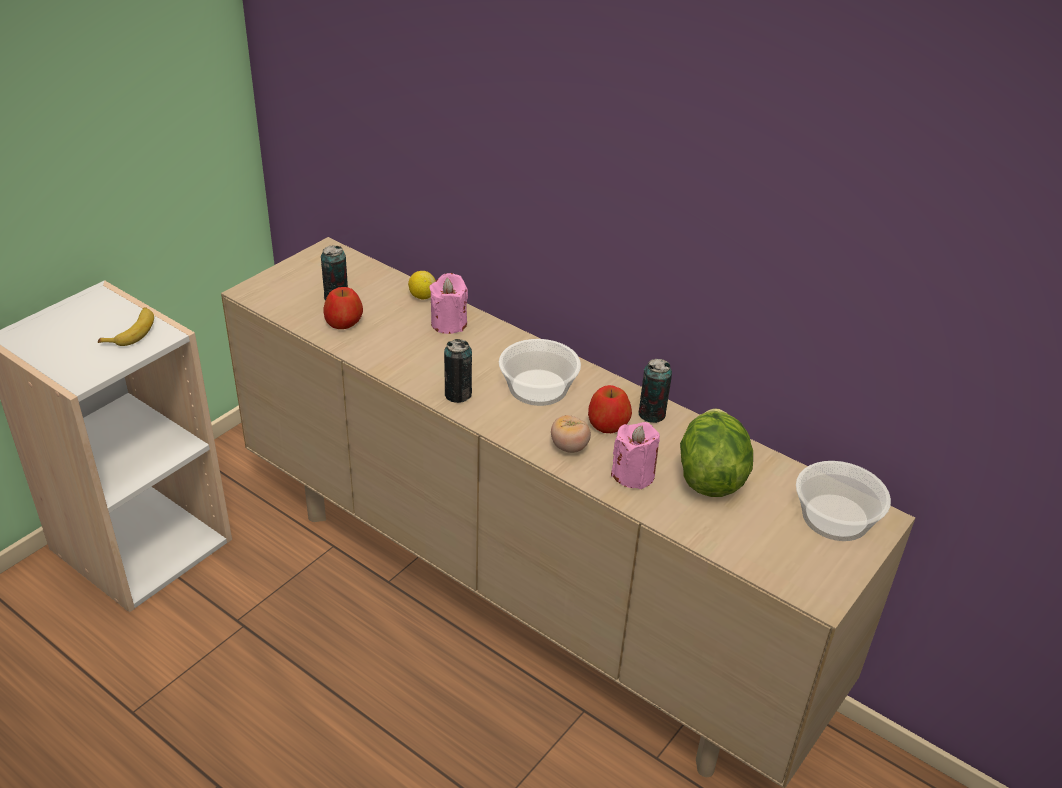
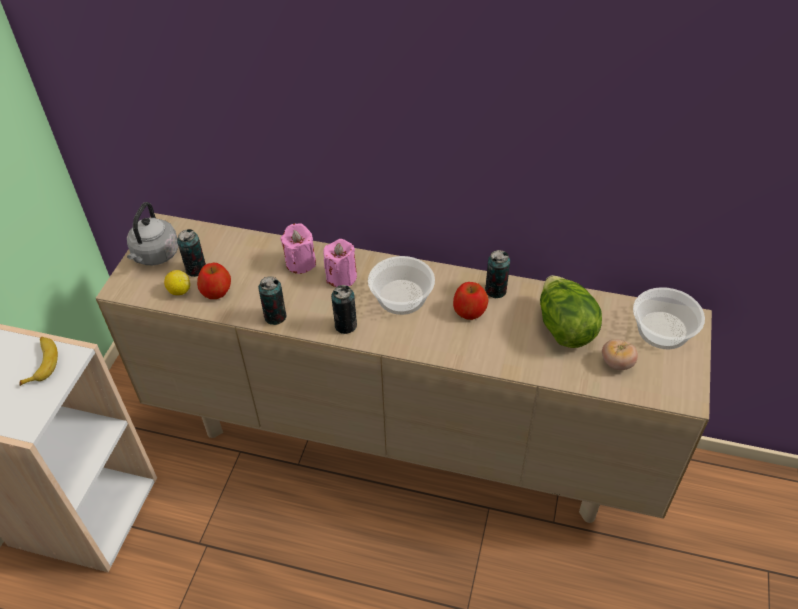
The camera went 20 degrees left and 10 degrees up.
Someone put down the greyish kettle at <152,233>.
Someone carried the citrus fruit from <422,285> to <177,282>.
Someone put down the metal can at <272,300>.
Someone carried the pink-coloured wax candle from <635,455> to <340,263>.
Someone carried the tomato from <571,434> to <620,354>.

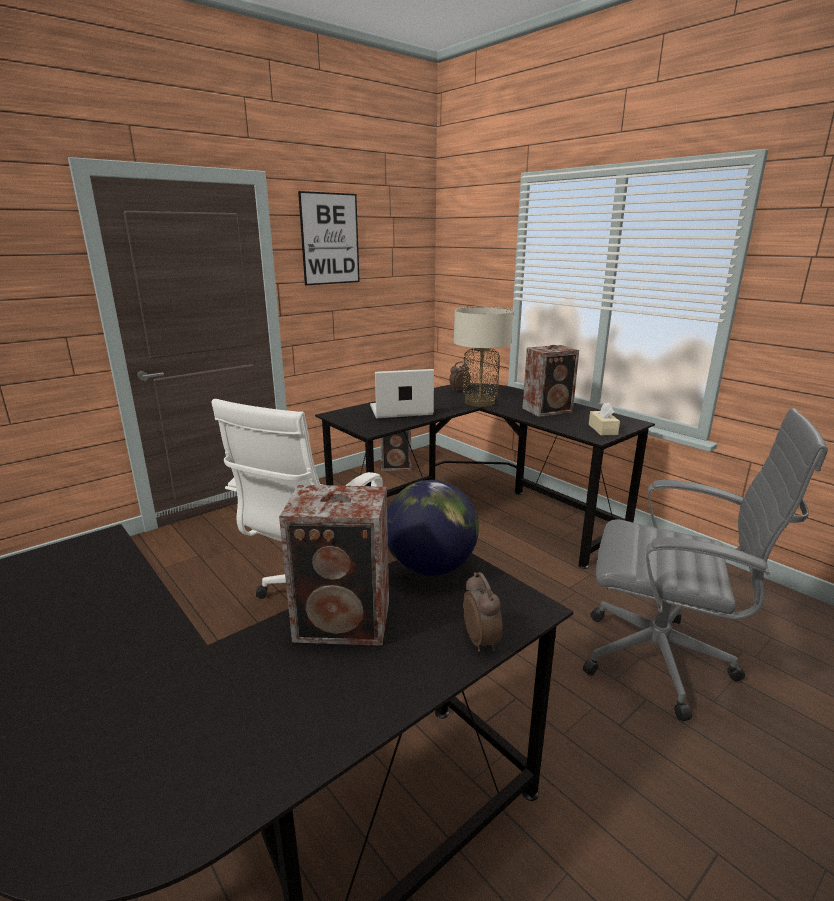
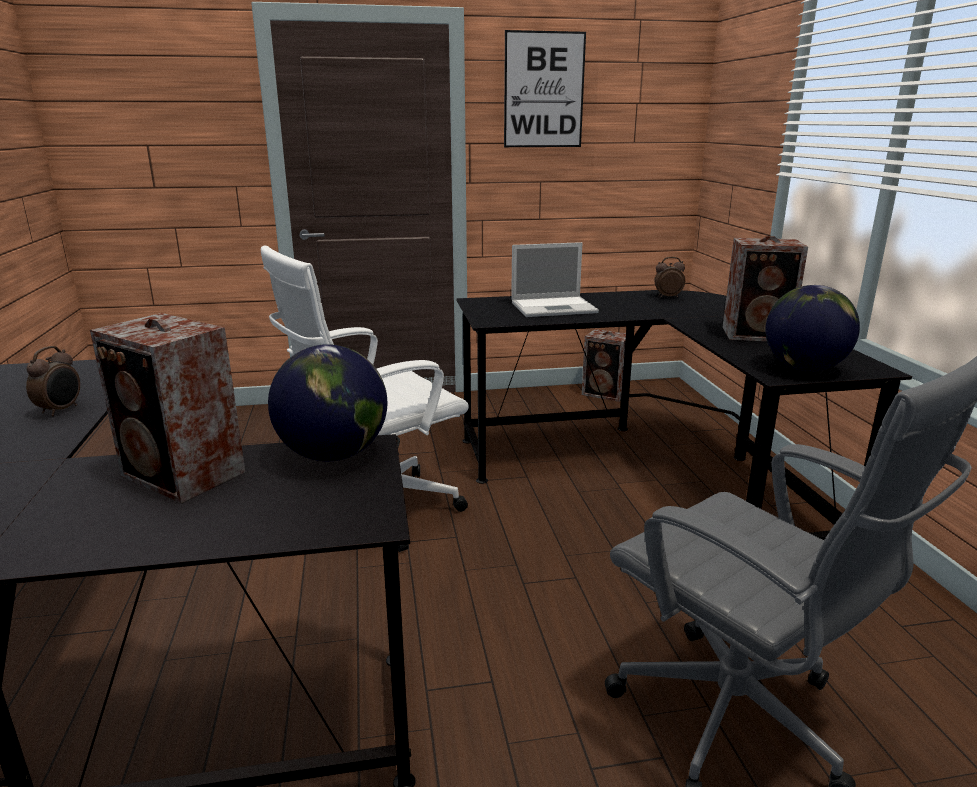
The camera went 30 degrees right and 0 degrees up.
Someone carried the table clock from <483,612> to <53,381>.
Someone rotated the laptop at <402,393> by 150 degrees clockwise.
Someone swapped the sand-coloured tissue box at <604,418> for the desk globe at <812,328>.
Someone took away the tabletop lamp at <483,357>.

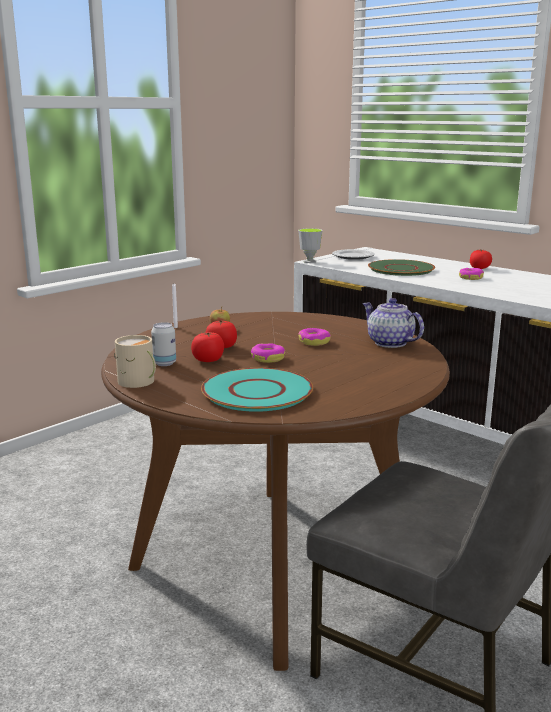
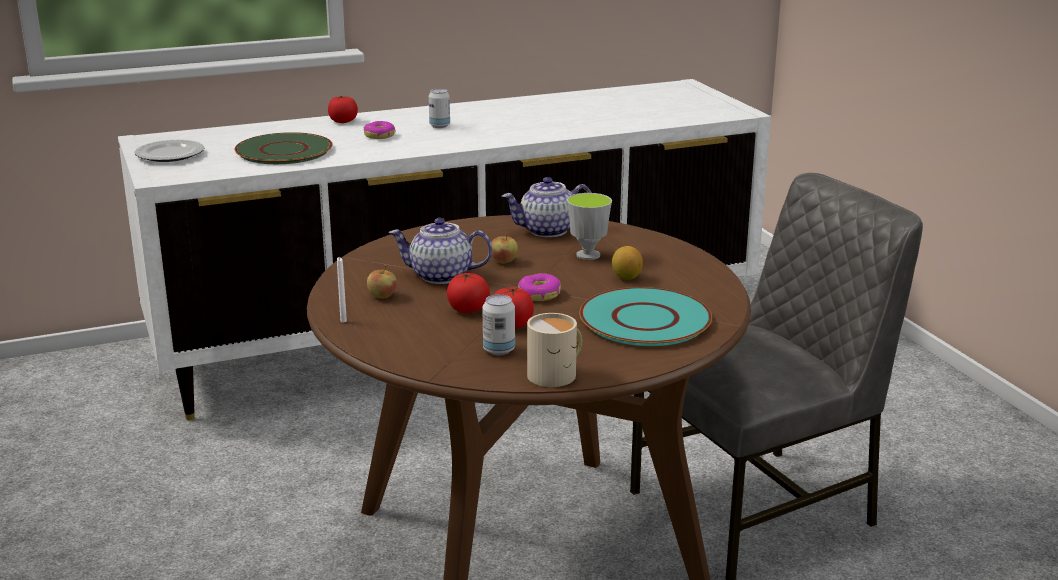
The camera went 65 degrees left and 5 degrees up.
Someone put down the pot for tea at <440,251>.
Someone put down the metal can at <439,108>.
Someone swapped the ring doughnut at <314,337> for the whole apple at <504,248>.
Someone carried the cup from <310,245> to <589,226>.
Someone put down the citrus fruit at <627,263>.

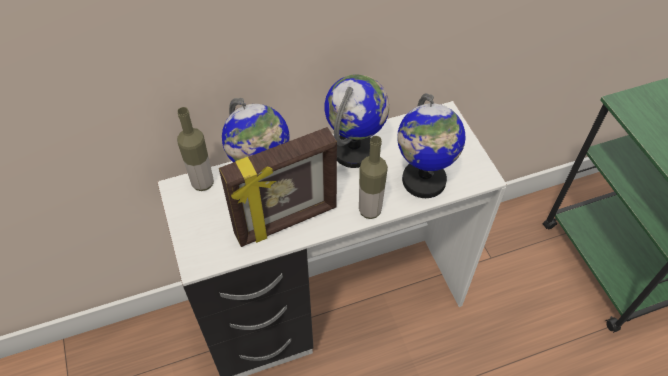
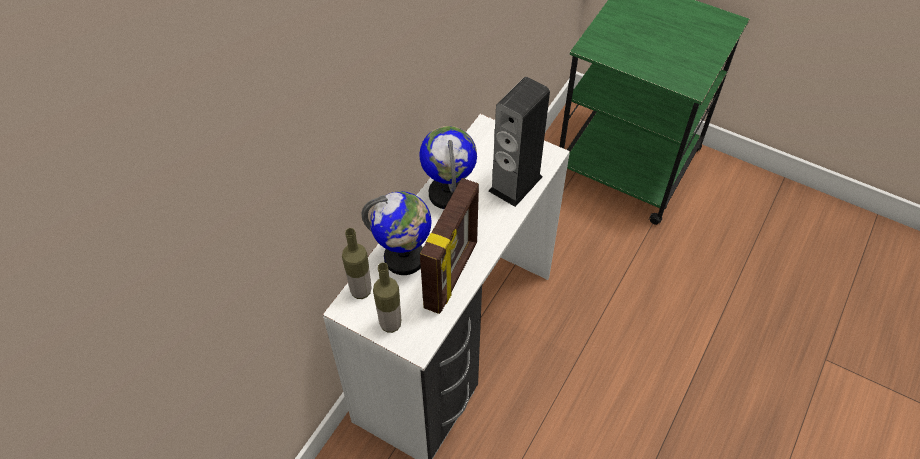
The camera went 40 degrees left and 0 degrees up.
Someone carried the beverage bottle from <373,177> to <387,298>.
Someone swapped the desk globe at <431,145> for the loudspeaker at <519,142>.

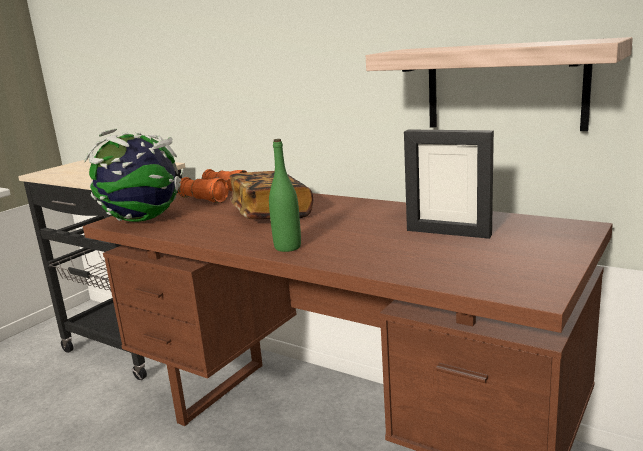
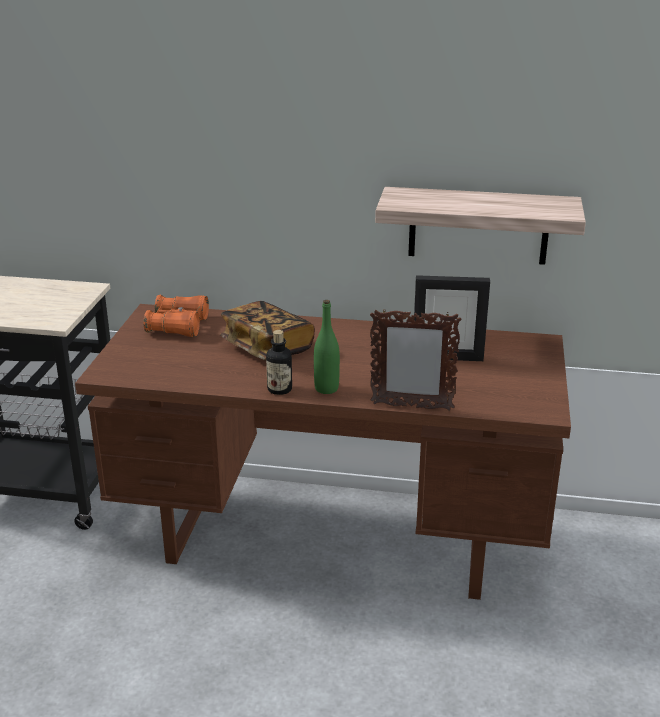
The camera went 25 degrees left and 10 degrees up.
Someone put down the beverage bottle at <279,362>.
Someone put down the standing frame at <415,360>.
Someone took away the desk globe at <133,175>.

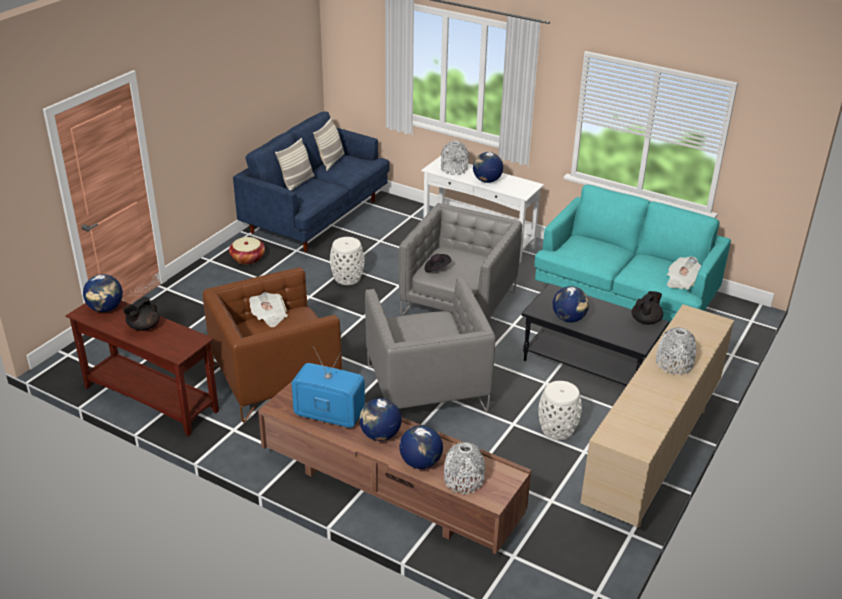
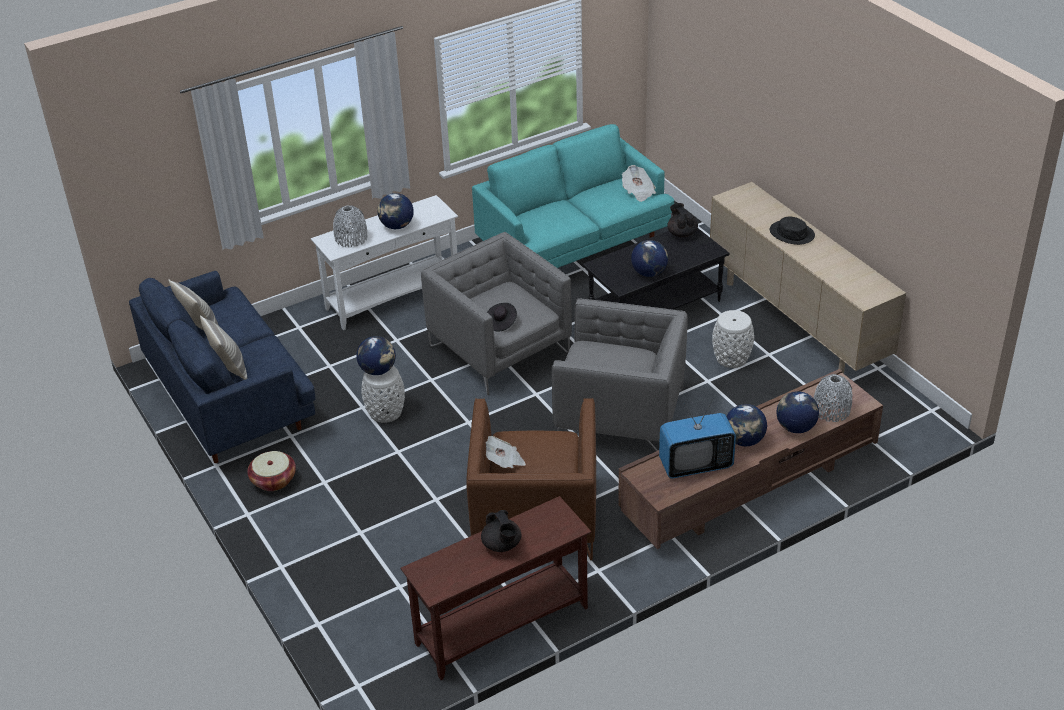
The camera went 60 degrees left and 5 degrees up.
Someone carried the desk globe from <103,293> to <376,355>.
Someone rotated the TV at <328,387> by 150 degrees counterclockwise.
Someone swapped the greyish vase at <676,351> for the black-coloured wearable hat at <792,231>.

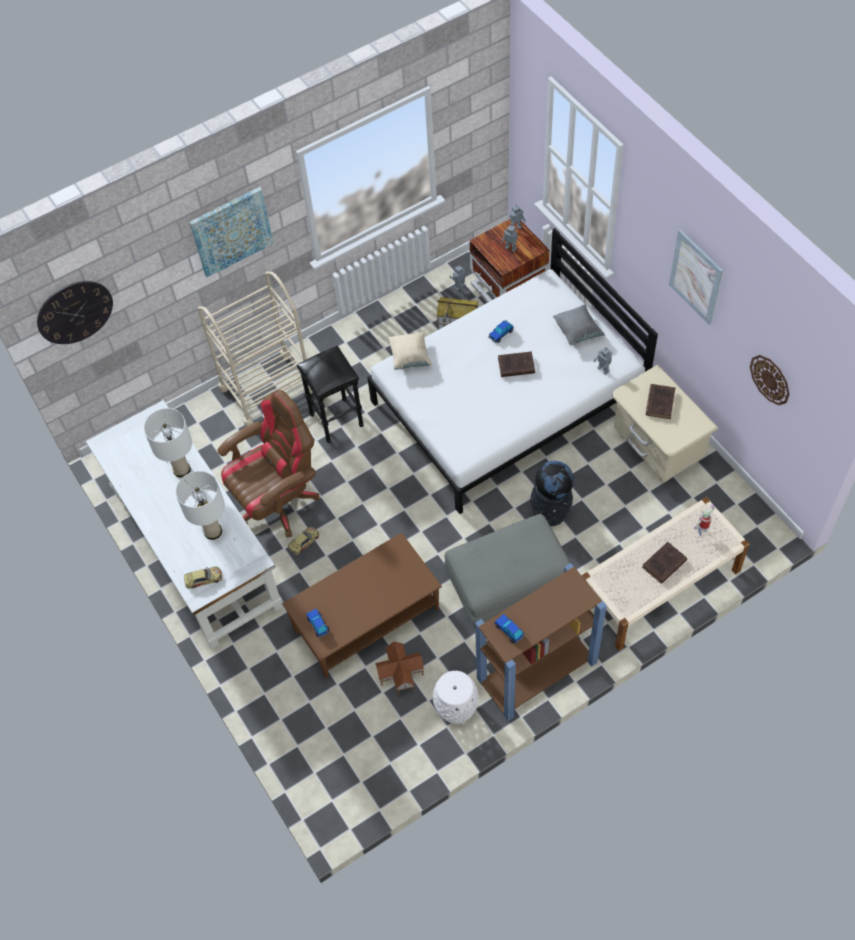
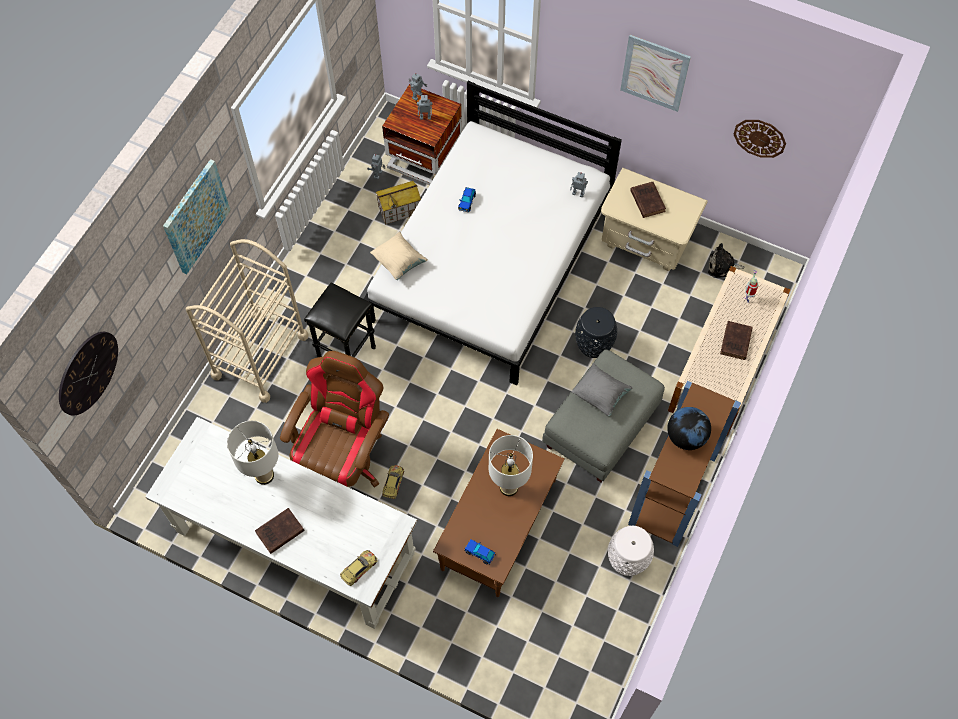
The camera went 35 degrees left and 5 degrees up.
Someone carried the brown book from <516,364> to <280,531>.
Someone carried the whitish tabletop lamp from <200,505> to <511,465>.
Someone carried the greyish cushion from <579,324> to <602,389>.
Someone carried the desk globe from <554,480> to <689,428>.
Someone put down the plush toy at <726,260>.
Someone took away the toy house at <399,668>.
Someone took away the toy car at <509,629>.

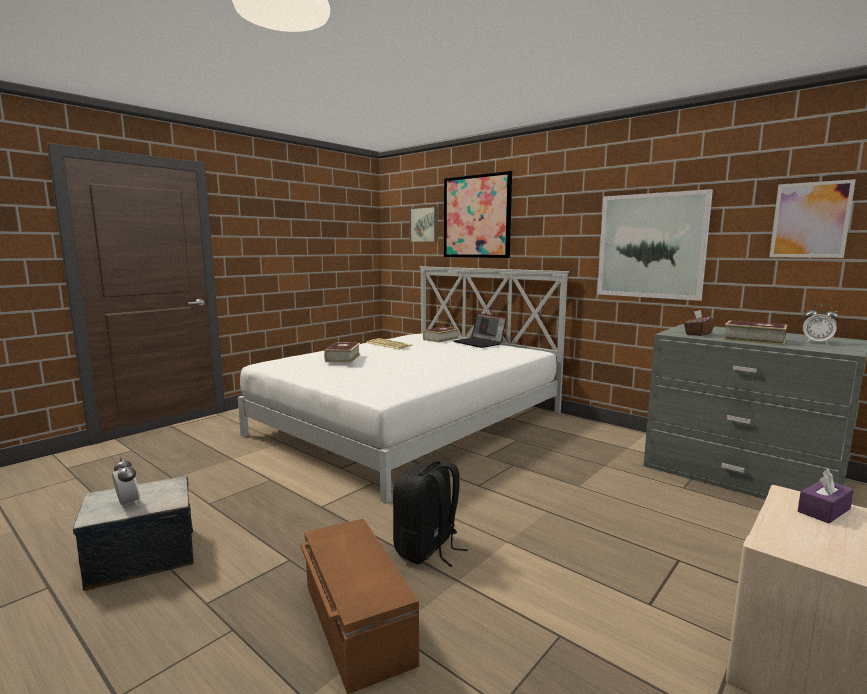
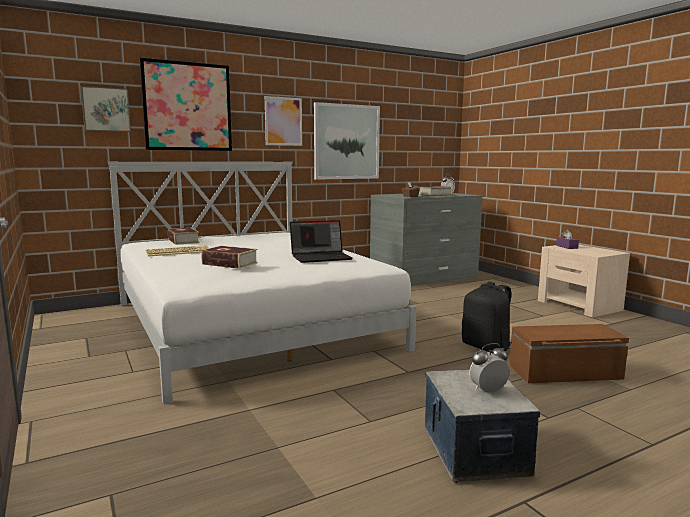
The camera went 70 degrees left and 0 degrees up.
Someone carried the picture from <812,218> to <283,121>.
Someone carried the laptop from <479,330> to <321,241>.

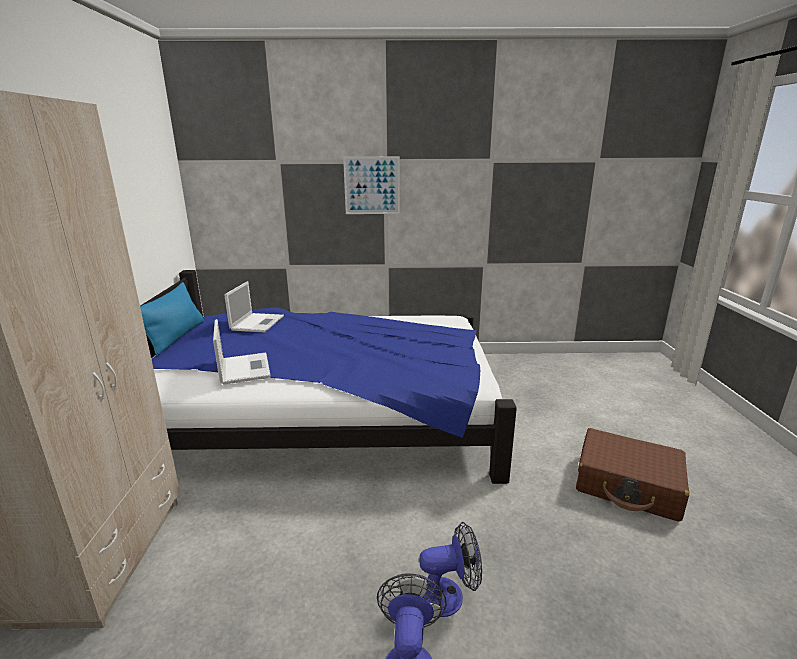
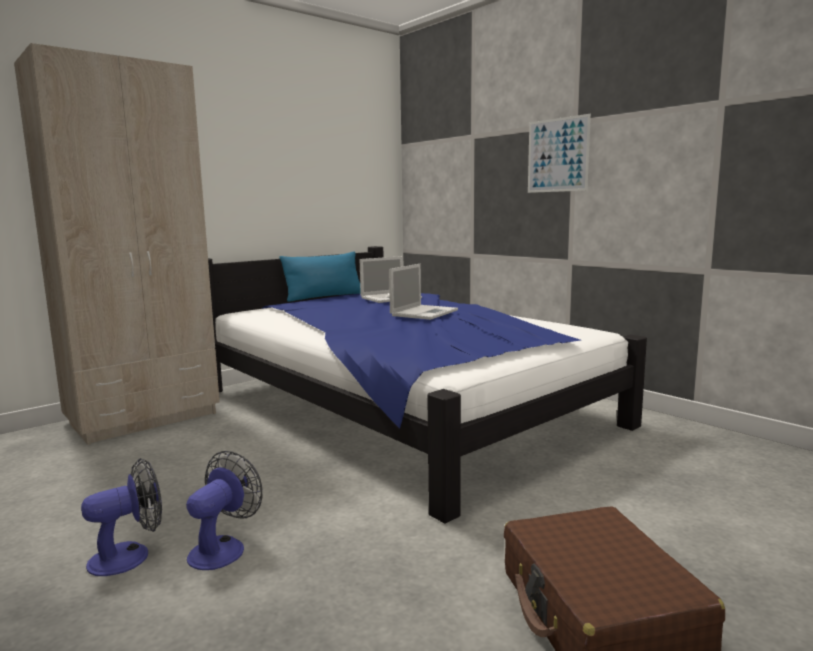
The camera went 50 degrees right and 10 degrees down.
Someone rotated the cooling fan at <450,569> by 105 degrees counterclockwise.
Someone carried the laptop from <241,352> to <423,292>.

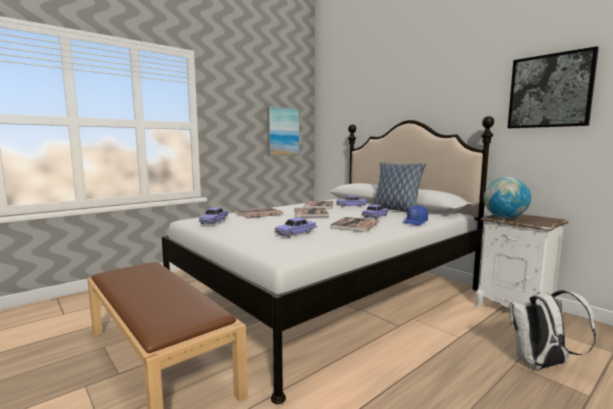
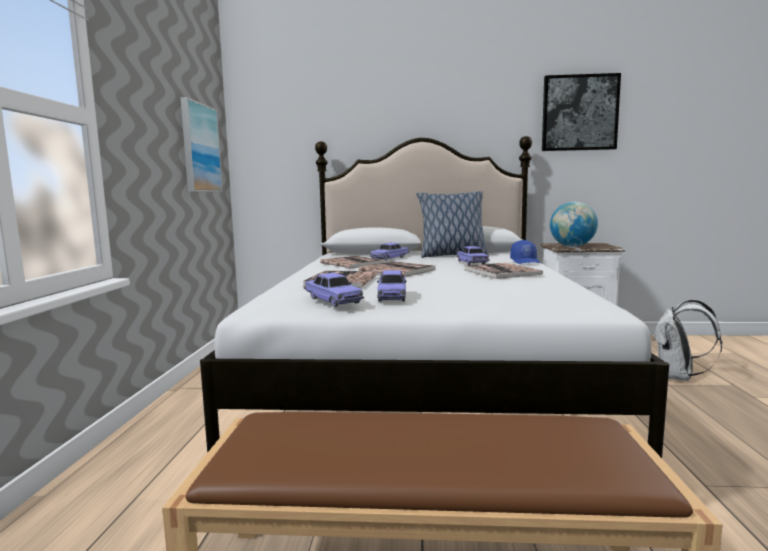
The camera went 45 degrees left and 0 degrees up.
Someone carried the toy car from <295,227> to <392,286>.

